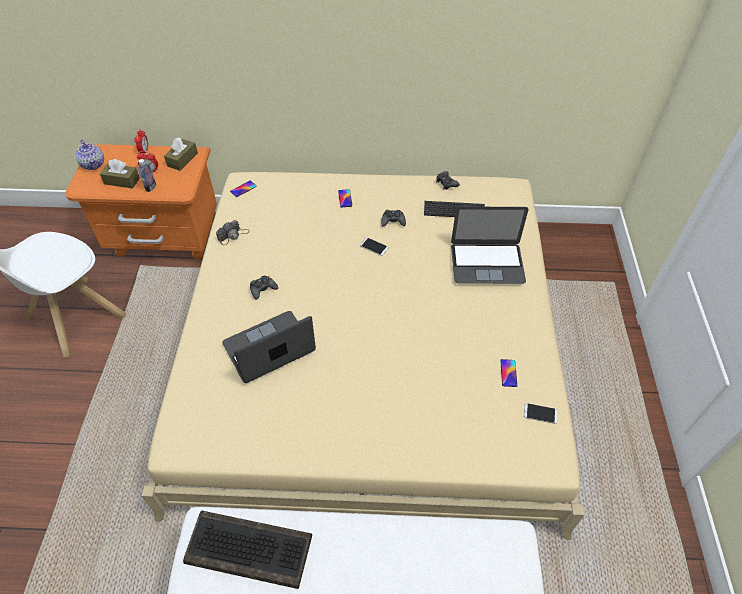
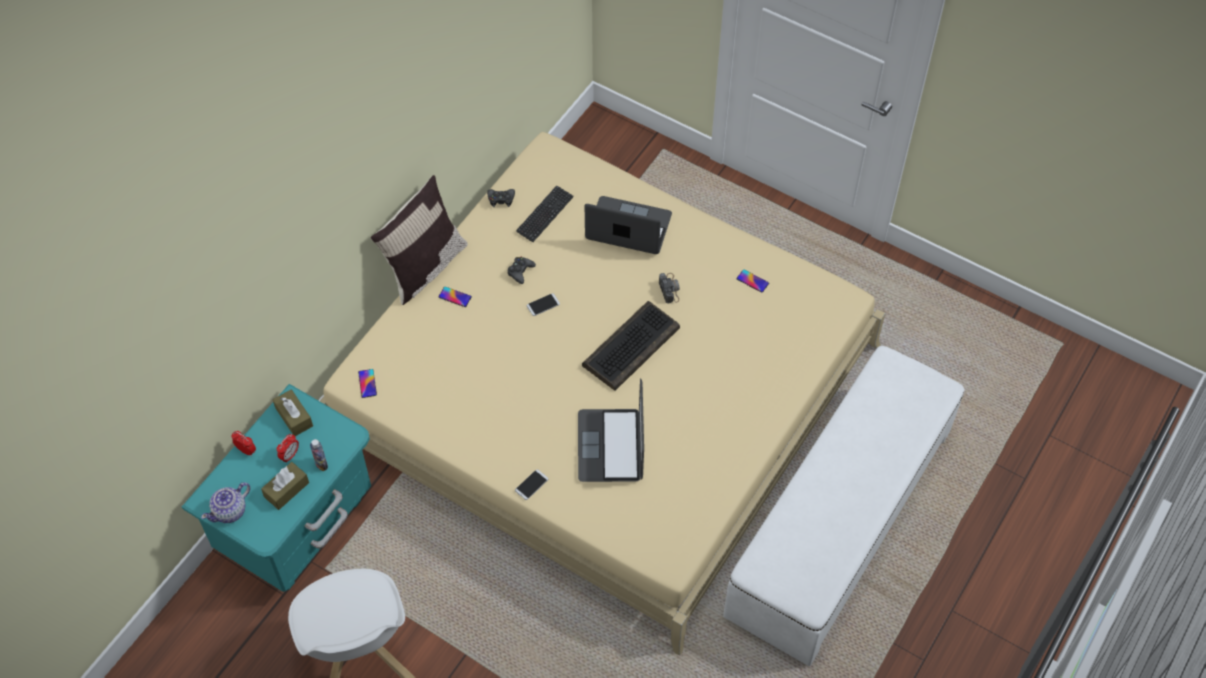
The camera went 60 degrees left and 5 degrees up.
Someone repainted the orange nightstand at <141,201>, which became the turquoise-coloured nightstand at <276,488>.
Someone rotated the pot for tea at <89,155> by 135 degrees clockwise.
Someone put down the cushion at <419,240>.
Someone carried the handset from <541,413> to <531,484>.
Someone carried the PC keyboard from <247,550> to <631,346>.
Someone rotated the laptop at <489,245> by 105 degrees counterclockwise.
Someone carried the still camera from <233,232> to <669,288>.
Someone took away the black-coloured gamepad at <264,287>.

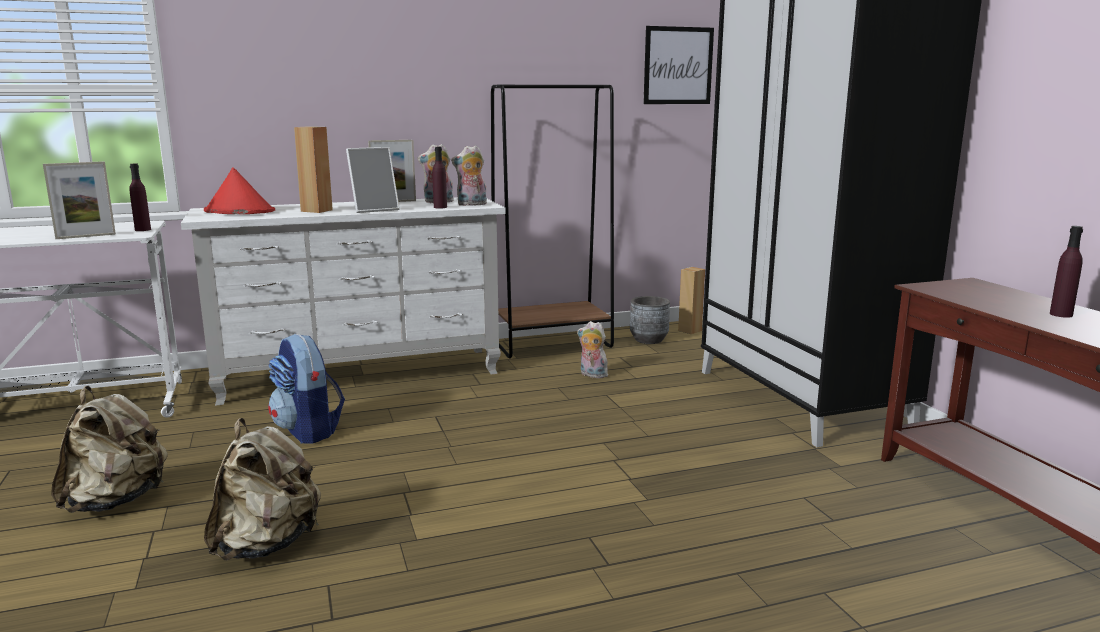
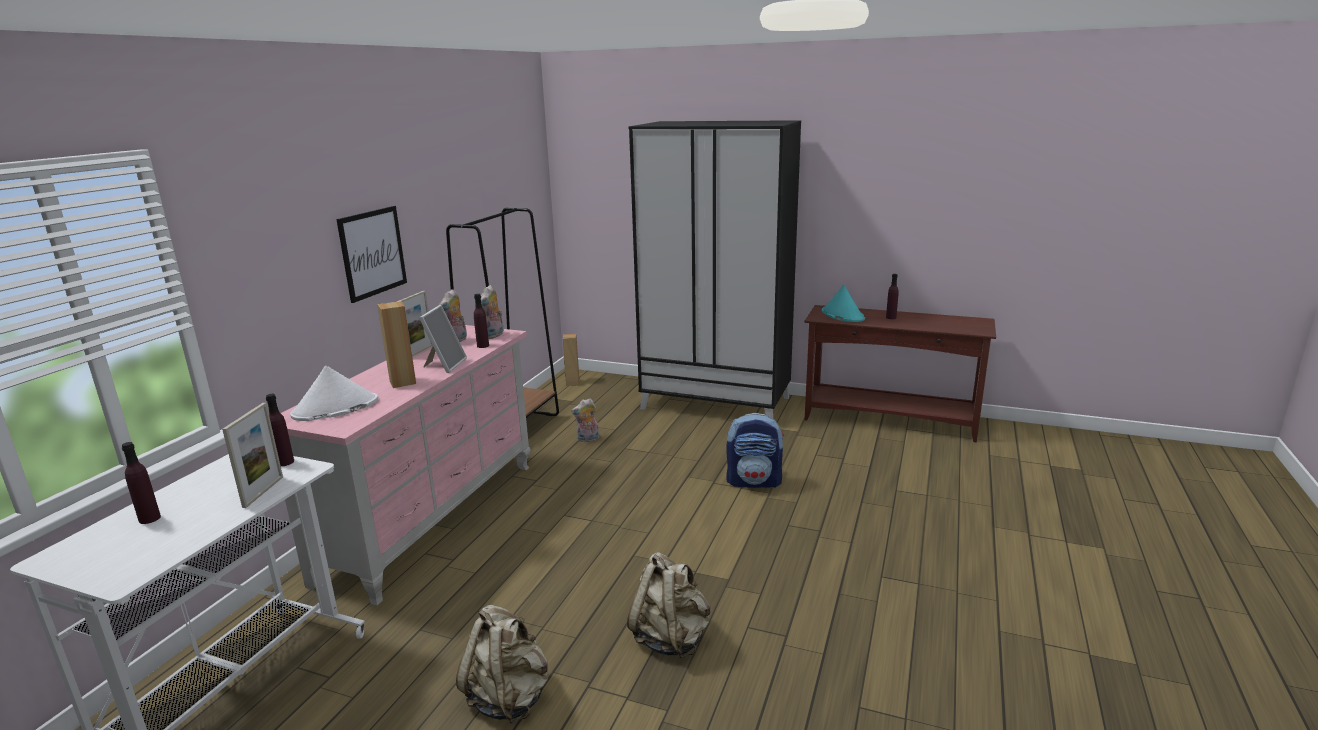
The camera went 50 degrees left and 5 degrees up.
Someone put down the purple-coloured beverage bottle at <141,483>.
Someone repainted the whitish dresser at <343,301>, which became the pink-coloured dresser at <406,465>.
Someone repainted the red wearable hat at <239,190>, which became the whitish wearable hat at <334,393>.
Someone carried the picture from <678,65> to <371,254>.
Someone carried the backpack from <306,389> to <755,450>.
Someone put down the turquoise-coloured wearable hat at <843,303>.
Someone took away the greyish flower pot at <650,320>.

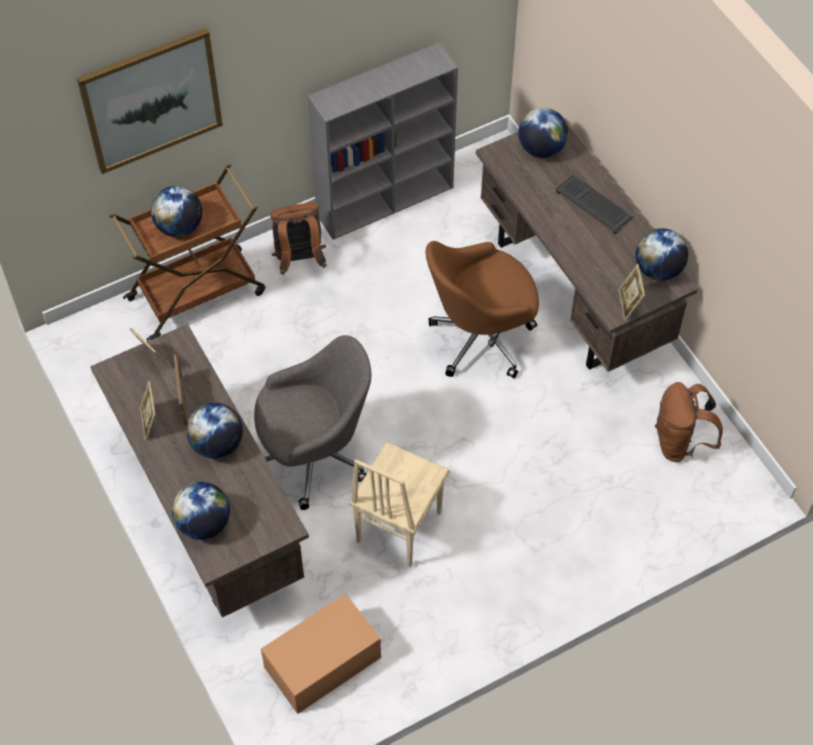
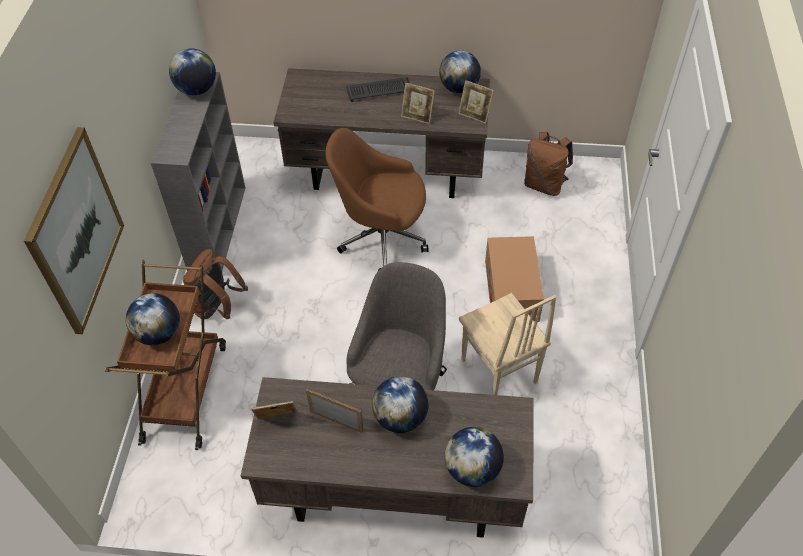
The camera went 55 degrees left and 5 degrees down.
Someone carried the desk globe from <543,133> to <192,72>.
Someone rotated the brown computer chair at <482,310> by 90 degrees clockwise.
Someone carried the standing frame from <148,411> to <418,103>.
Someone carried the cardboard box from <321,653> to <514,279>.

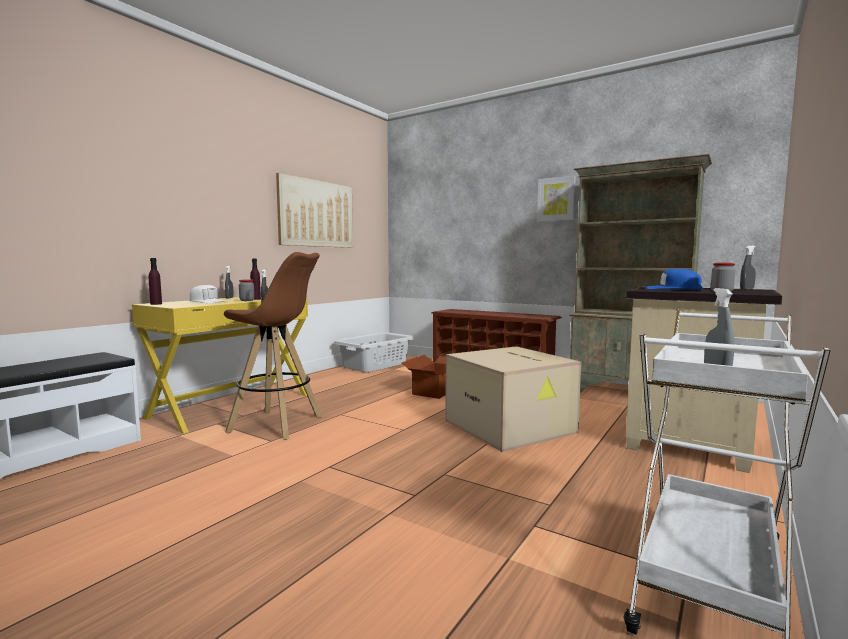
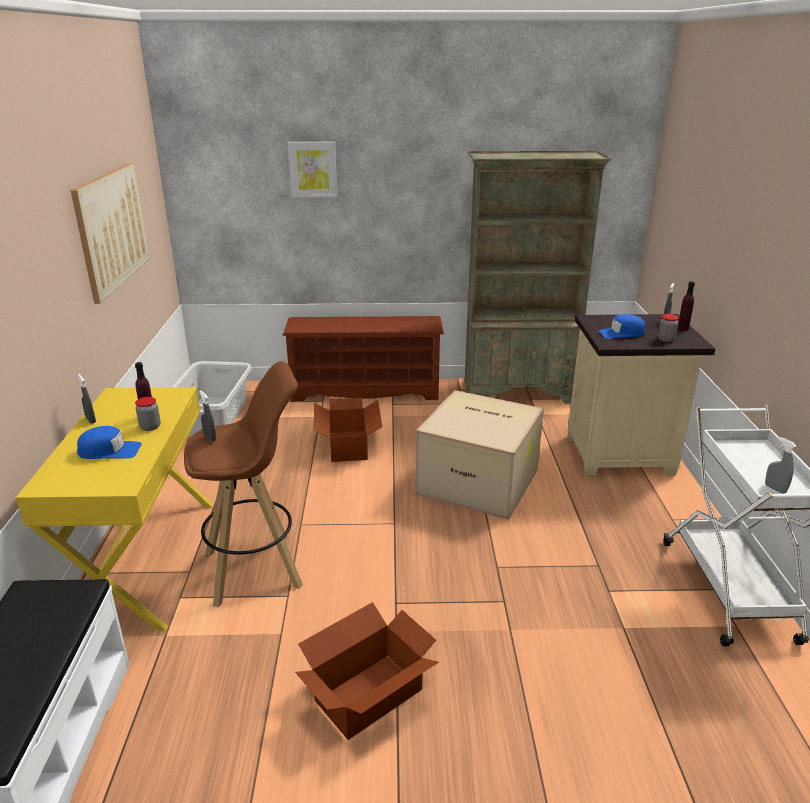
The camera went 35 degrees left and 20 degrees up.
Someone repainted the whitish peaked cap at <208,294>, which became the blue-coloured peaked cap at <109,442>.
Someone carried the picture from <556,199> to <312,170>.
Someone put down the cardboard box at <367,671>.
Someone carried the purple-coloured beverage bottle from <155,281> to <686,306>.

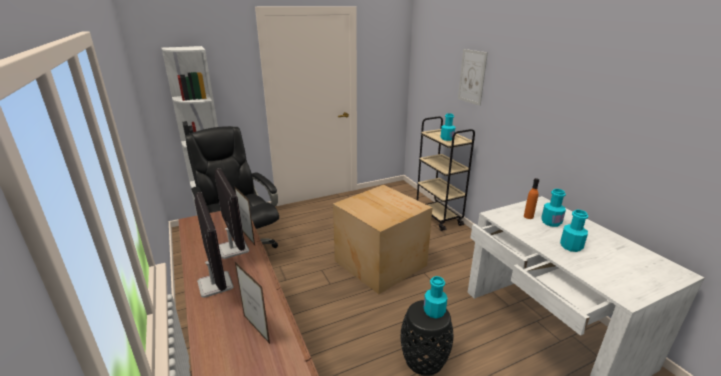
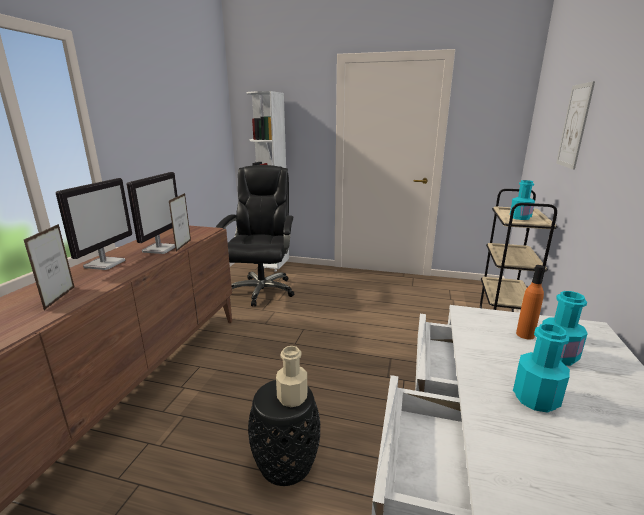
The camera went 40 degrees right and 5 degrees down.
Someone repainted the turquoise-coloured beverage bottle at <436,297>, which became the sand-coloured beverage bottle at <291,376>.
Someone took away the cardboard box at <383,239>.

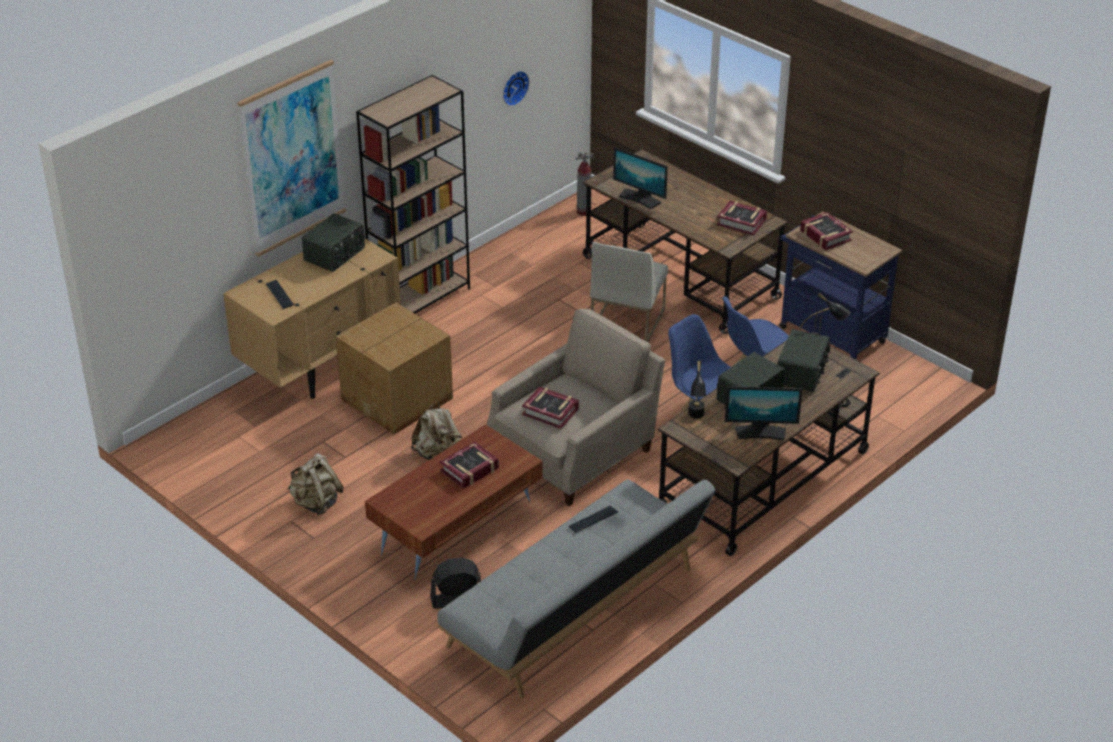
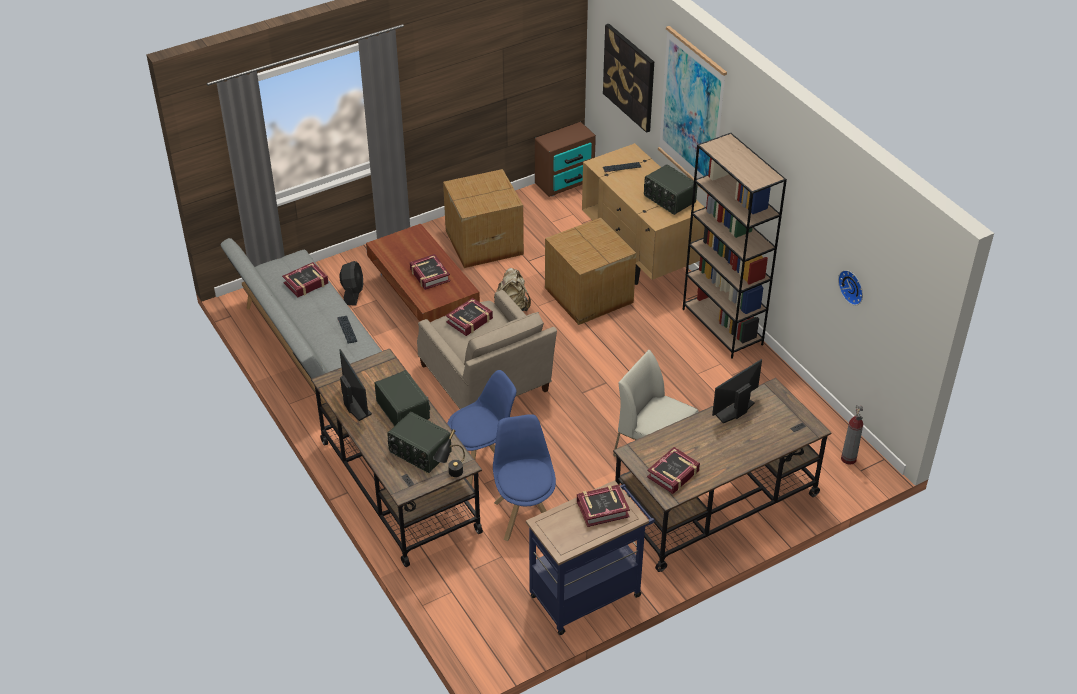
The camera went 105 degrees right and 5 degrees up.
Someone put down the book at <305,279>.
Someone rotated the monitor at <764,413> by 135 degrees clockwise.
Someone swapped the sand-coloured backpack at <316,484> for the cardboard box at <483,218>.
Someone put down the brown nightstand at <565,159>.
Someone put up the picture at <628,78>.
Someone took away the black-coloured tabletop lamp at <697,390>.

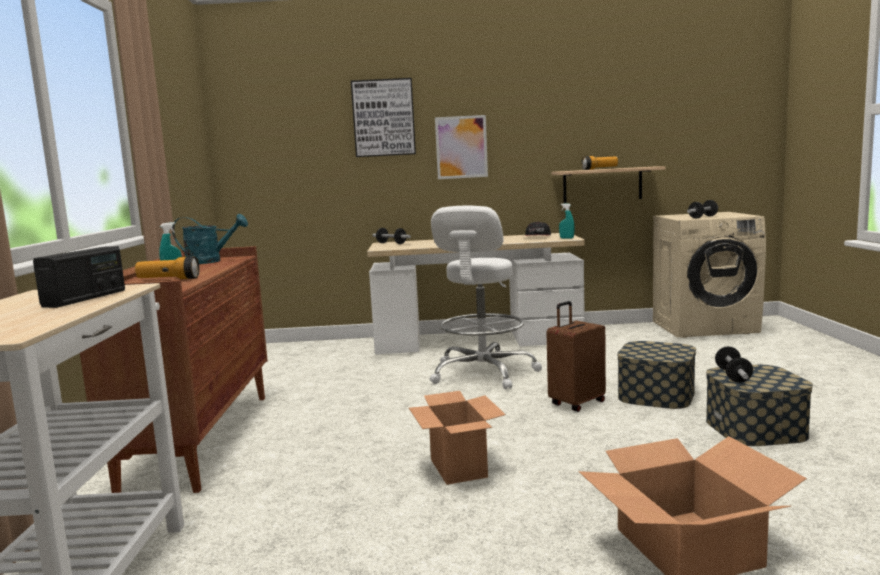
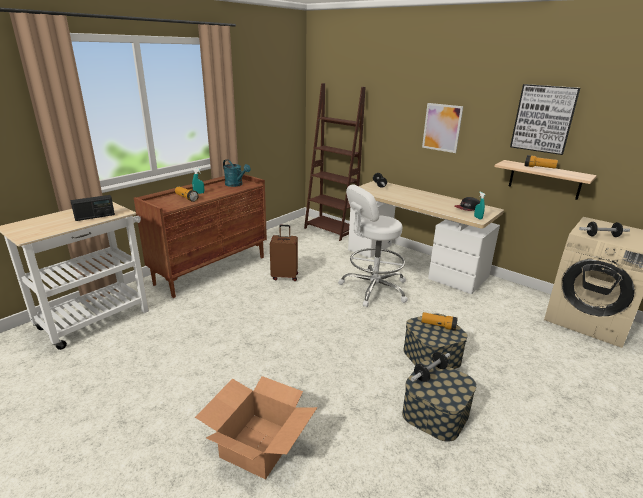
The camera went 40 degrees right and 15 degrees up.
Someone carried the brown piece of luggage from <576,356> to <284,253>.
Someone put down the brown shelving unit at <335,162>.
Someone put down the hand torch at <439,321>.
Someone carried the picture from <383,117> to <545,119>.
Someone took away the cardboard box at <457,438>.

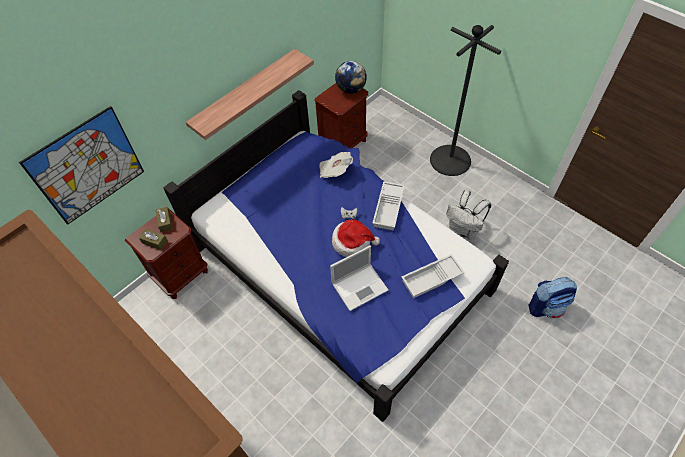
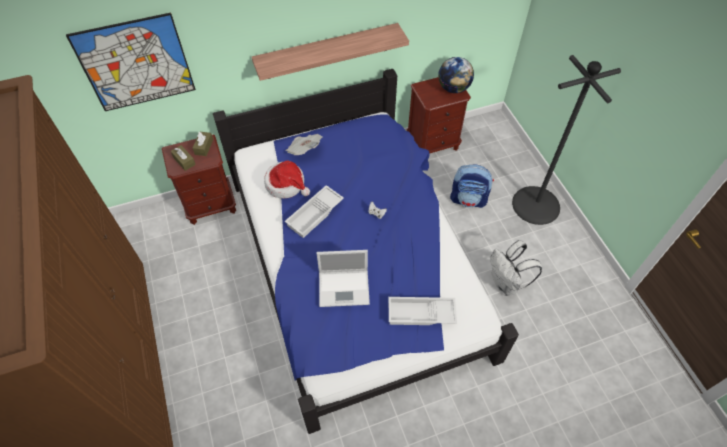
The camera went 25 degrees right and 0 degrees up.
Someone carried the wearable hat from <356,238> to <287,179>.
Someone carried the printed paper from <336,165> to <304,144>.
Someone carried the whitish serving tray from <388,205> to <314,211>.
Someone carried the backpack from <553,298> to <472,186>.

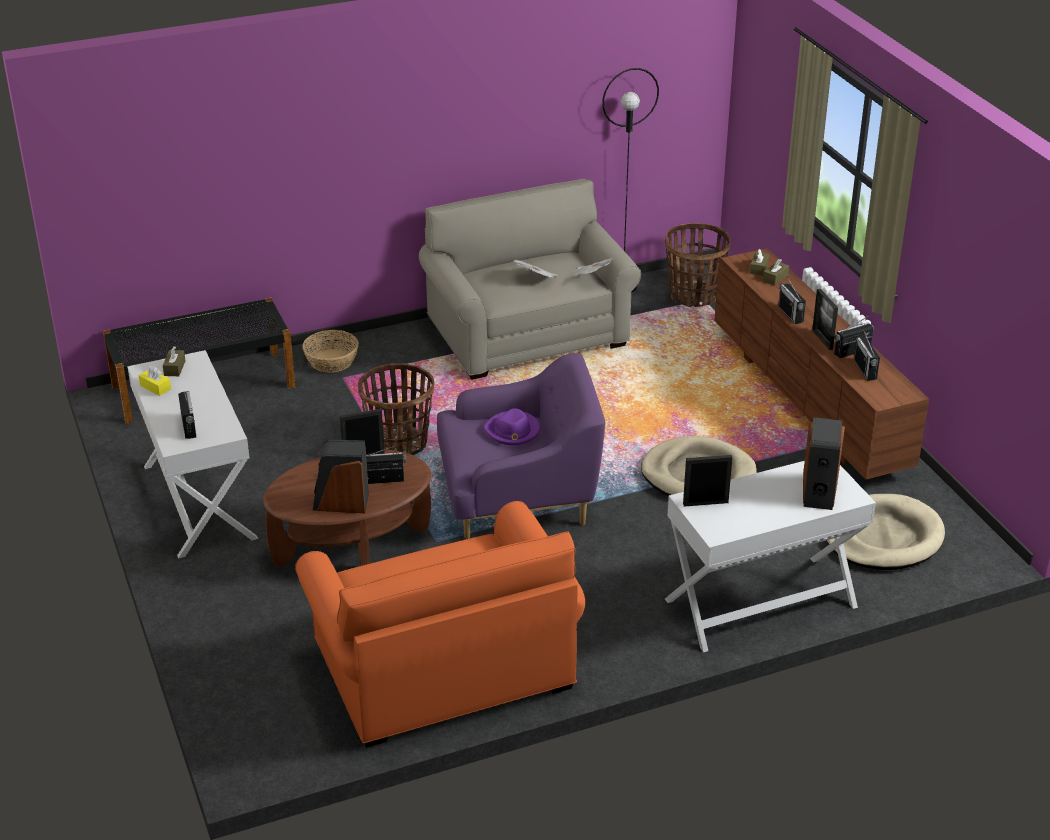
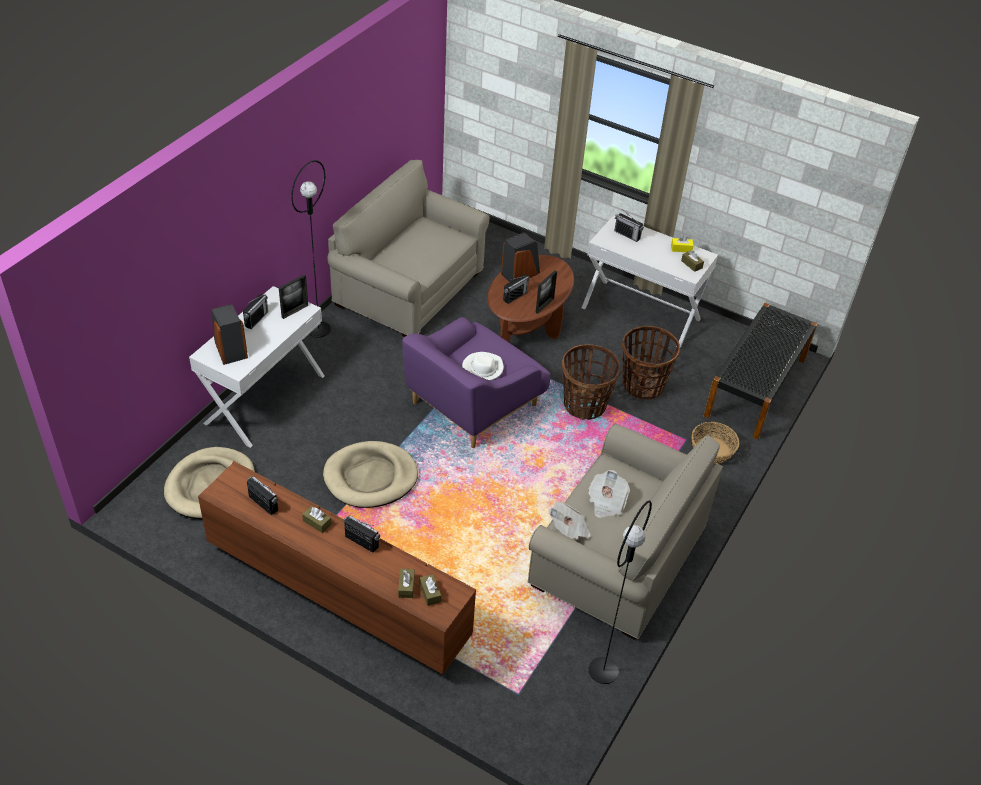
The camera went 140 degrees right and 10 degrees up.
Someone carried the radio from <854,336> to <255,311>.
Someone put down the black-coloured standing lamp at <311,248>.
Someone swapped the standing frame at <825,319> for the brown tissue box at <316,519>.
Someone repainted the orange couch at <440,624>, which became the sand-coloured couch at <408,248>.
Someone repainted the purple-coloured wearable hat at <511,426>, which became the whitish wearable hat at <483,366>.
Someone carried the household basket from <698,265> to <651,362>.

